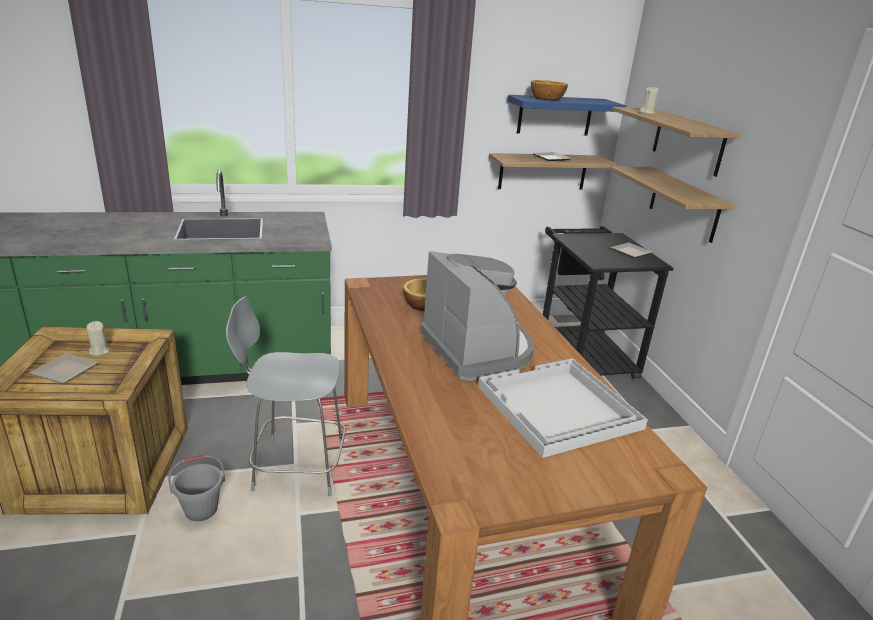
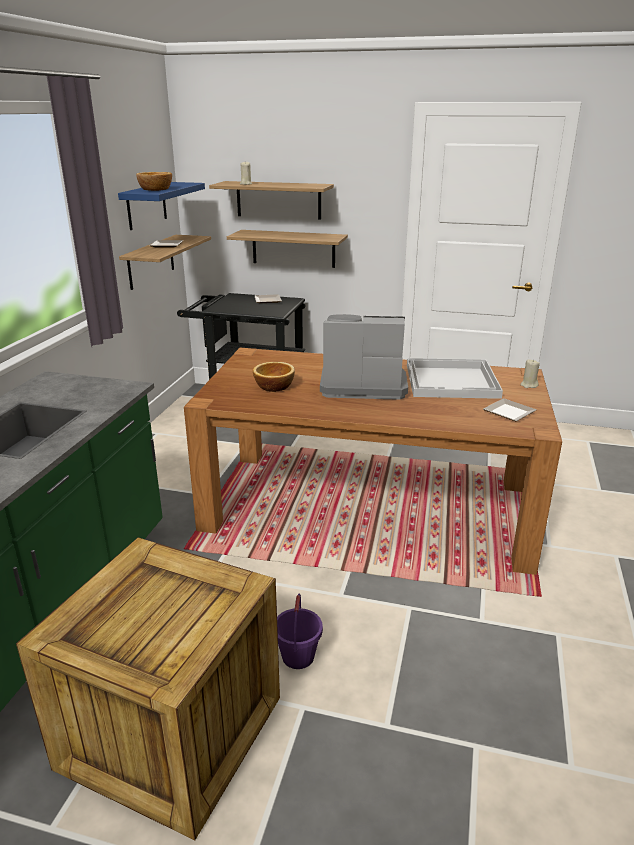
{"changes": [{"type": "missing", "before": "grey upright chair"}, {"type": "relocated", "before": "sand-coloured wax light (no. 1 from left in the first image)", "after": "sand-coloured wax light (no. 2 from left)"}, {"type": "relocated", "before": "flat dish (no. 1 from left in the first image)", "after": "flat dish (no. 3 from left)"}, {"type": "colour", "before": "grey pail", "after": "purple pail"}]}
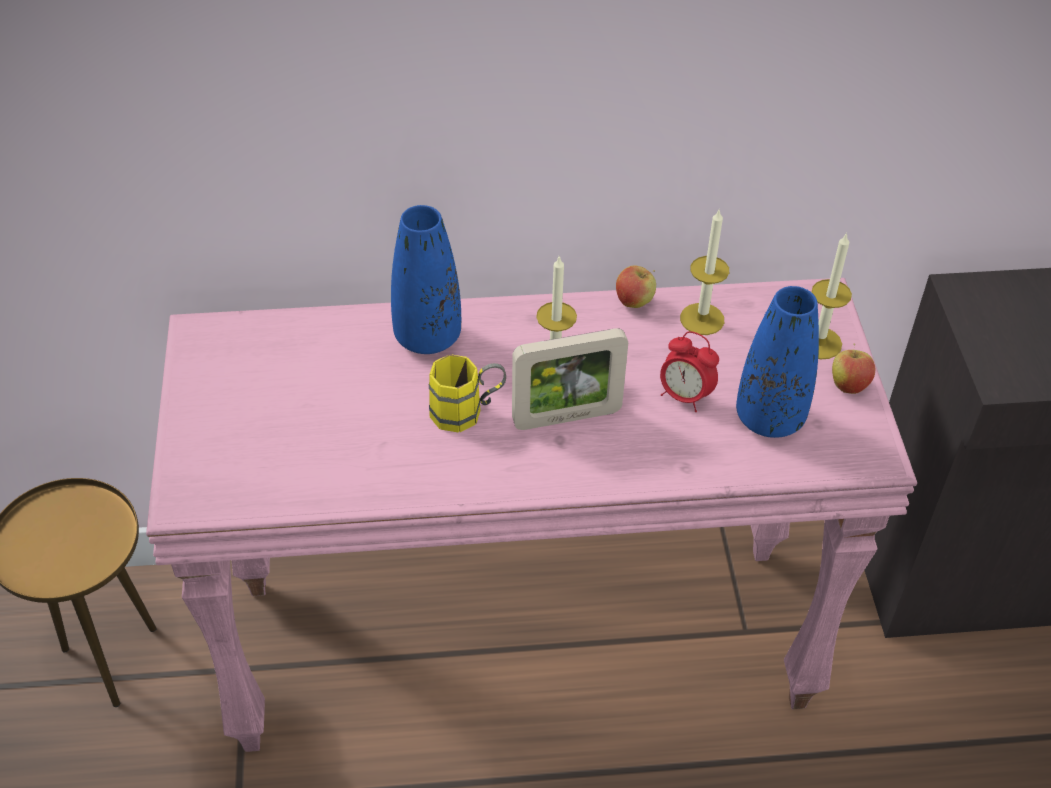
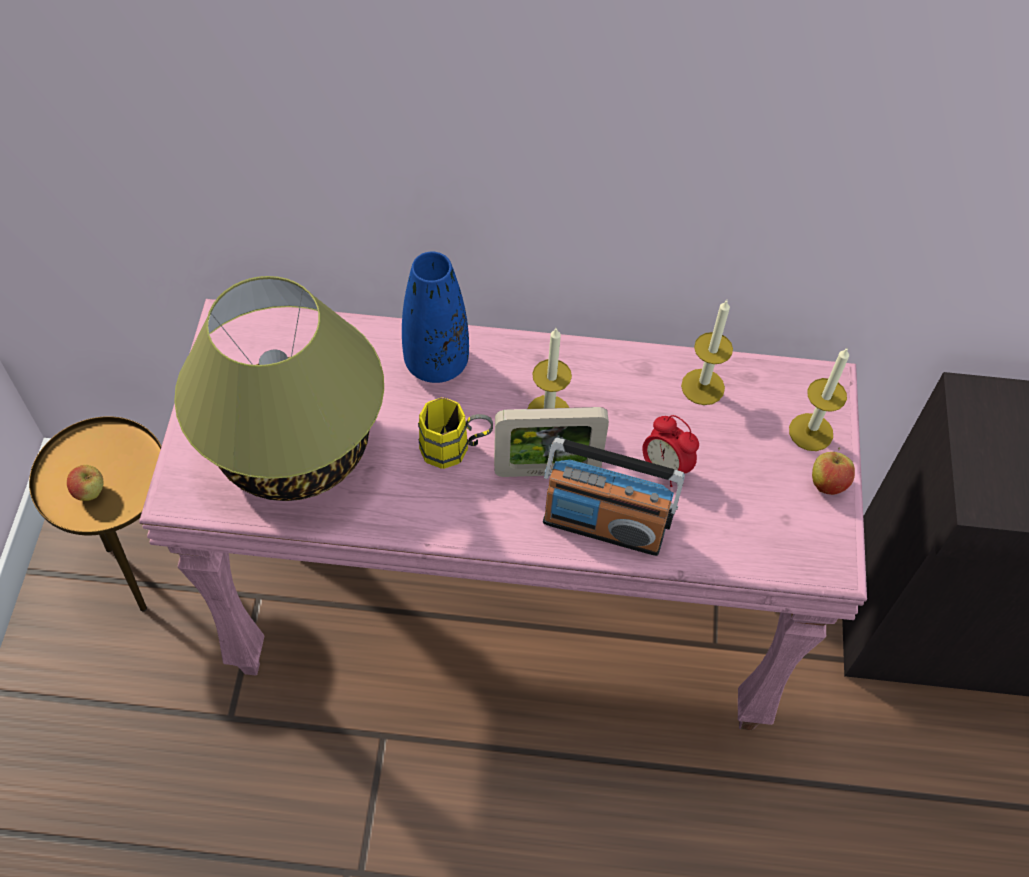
{"changes": [{"type": "relocated", "before": "apple (no. 1 from left)"}, {"type": "missing", "before": "blue-coloured decorative vase (no. 2 from left)"}, {"type": "appeared", "after": "table lamp"}, {"type": "appeared", "after": "radio set"}]}
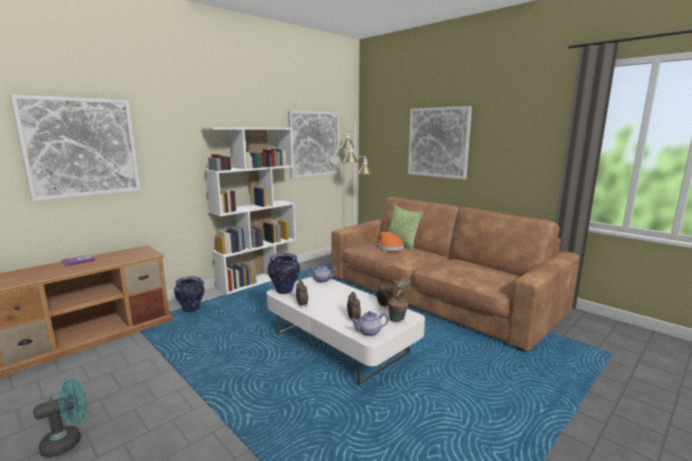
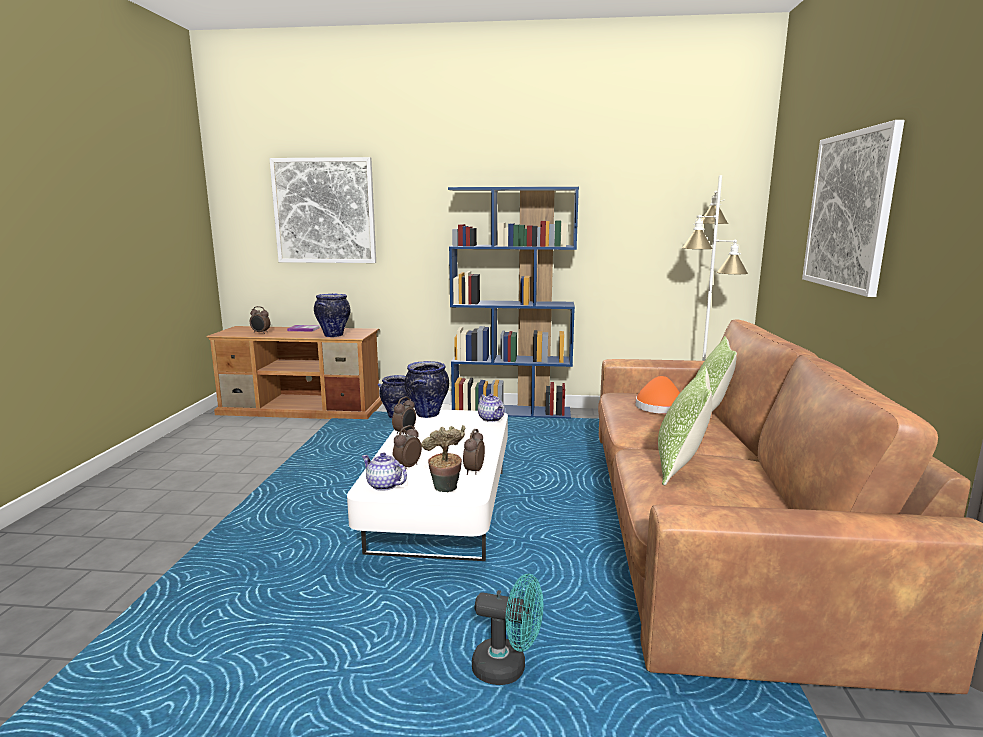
{"changes": [{"type": "missing", "before": "picture (no. 2 from left)"}, {"type": "colour", "before": "whitish bookshelf", "after": "blue-coloured bookshelf"}, {"type": "relocated", "before": "blue-green electric fan"}, {"type": "appeared", "after": "decorative vase (no. 1 from left)"}, {"type": "appeared", "after": "table clock (no. 1 from left)"}, {"type": "appeared", "after": "cushion (no. 1 from left)"}]}
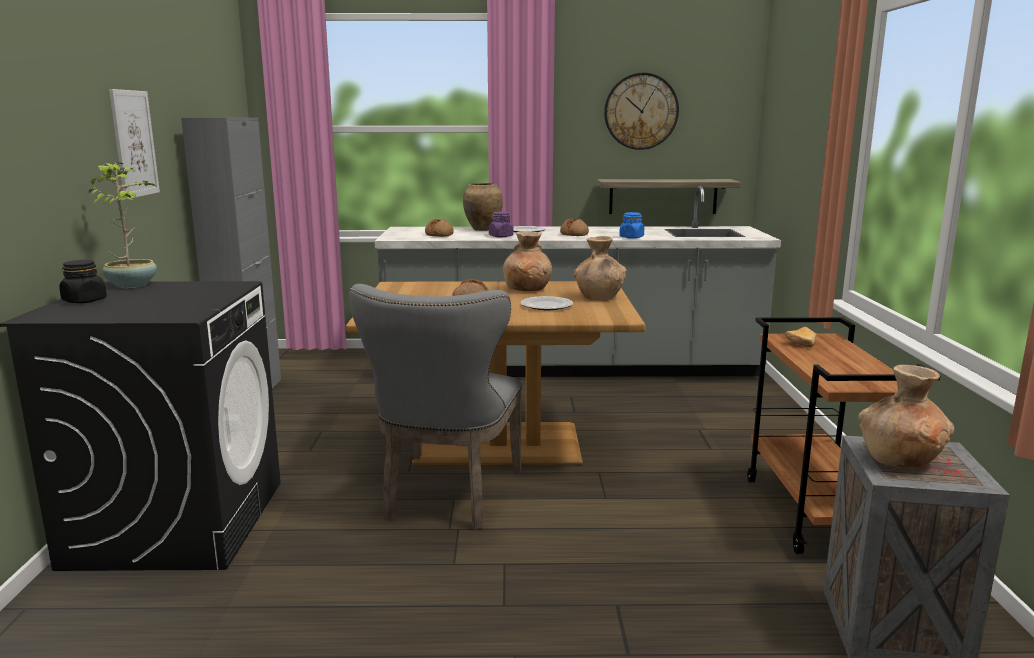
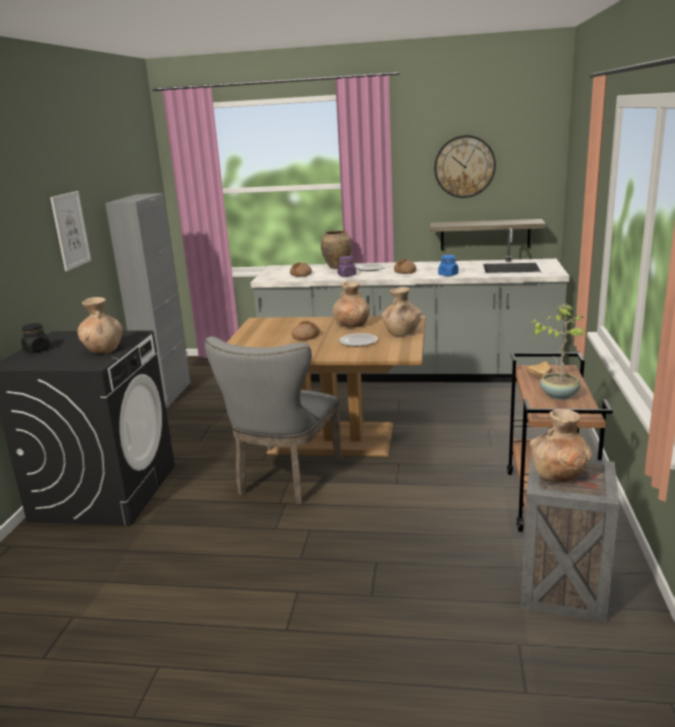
{"changes": [{"type": "relocated", "before": "potted plant"}, {"type": "appeared", "after": "brownish decorative vase (no. 1 from left)"}]}
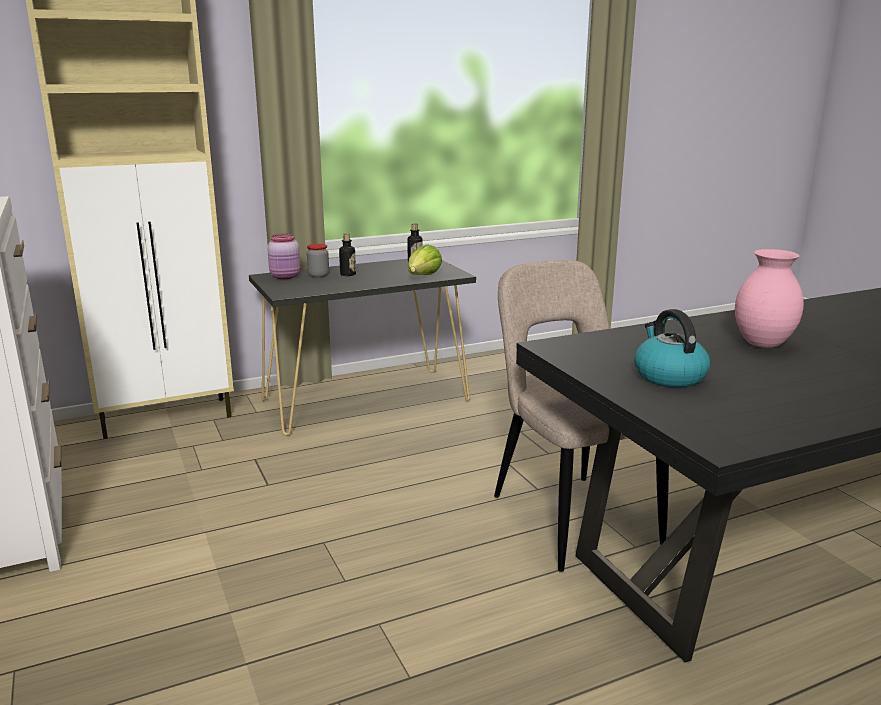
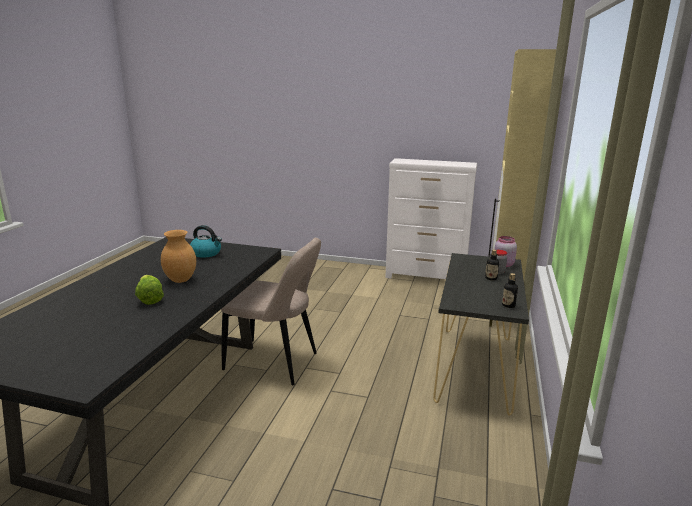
{"changes": [{"type": "relocated", "before": "lettuce"}, {"type": "colour", "before": "pink decorative vase", "after": "brownish decorative vase"}]}
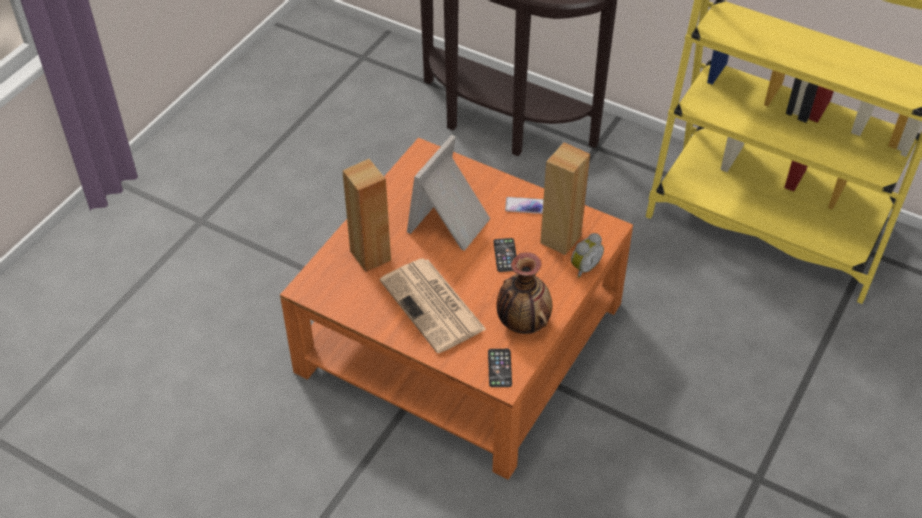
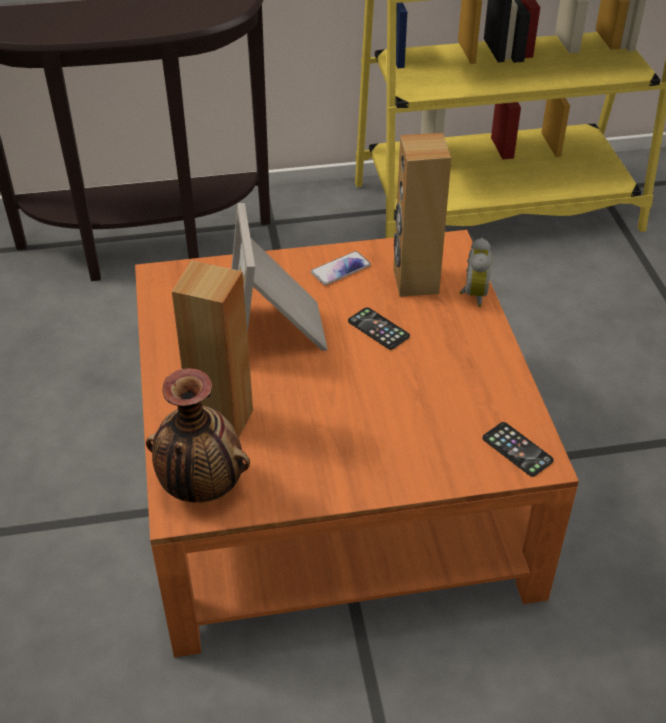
{"changes": [{"type": "relocated", "before": "decorative vase"}, {"type": "missing", "before": "printed paper"}]}
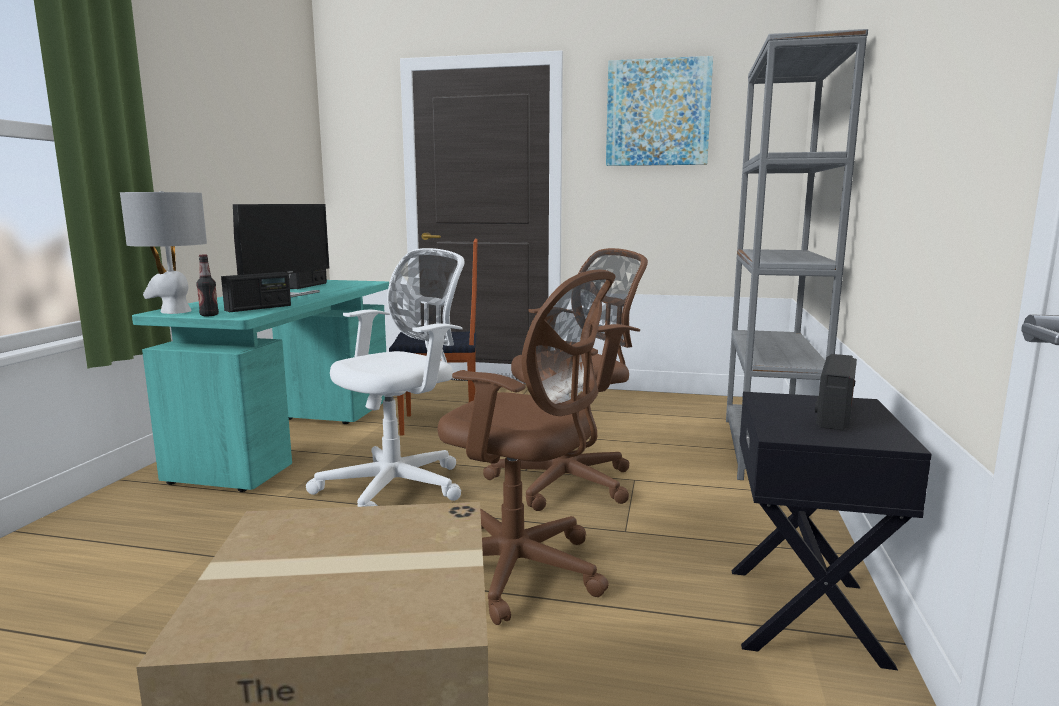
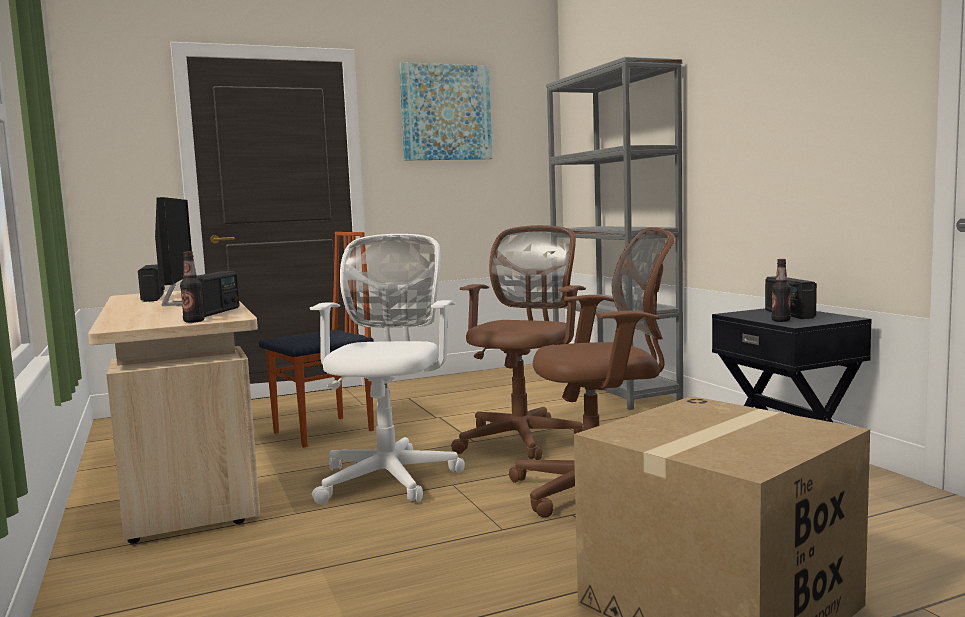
{"changes": [{"type": "missing", "before": "grey table lamp"}, {"type": "colour", "before": "blue-green desk", "after": "sand-coloured desk"}, {"type": "appeared", "after": "beverage bottle (no. 2 from left)"}]}
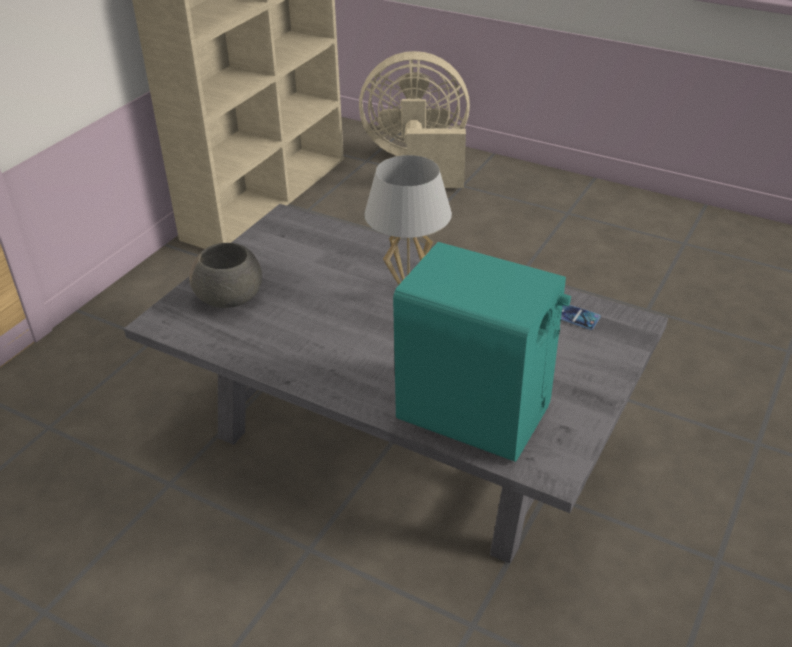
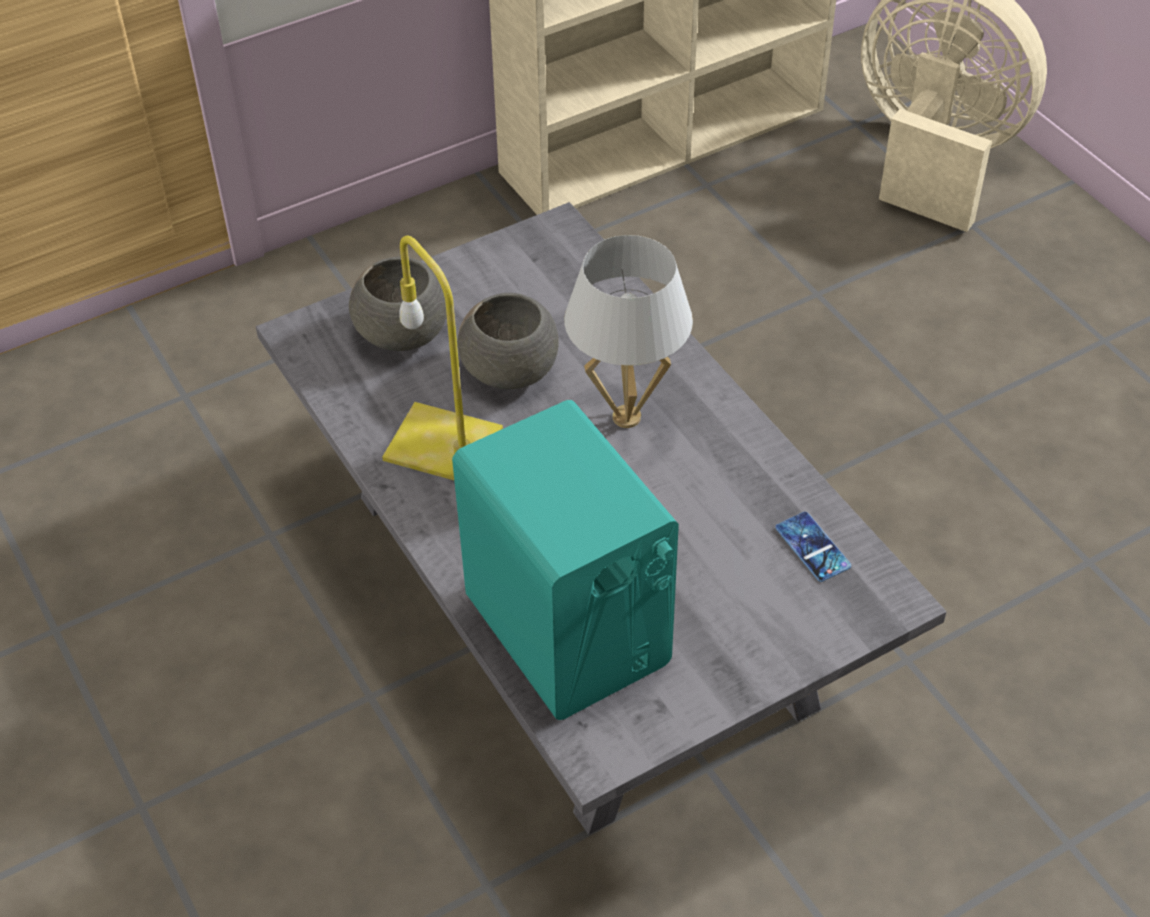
{"changes": [{"type": "appeared", "after": "yellowish table lamp"}, {"type": "appeared", "after": "grey serving bowl (no. 2 from left)"}]}
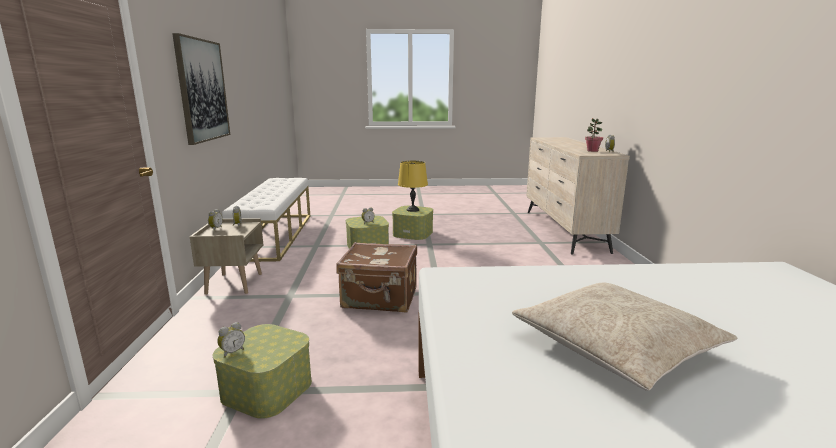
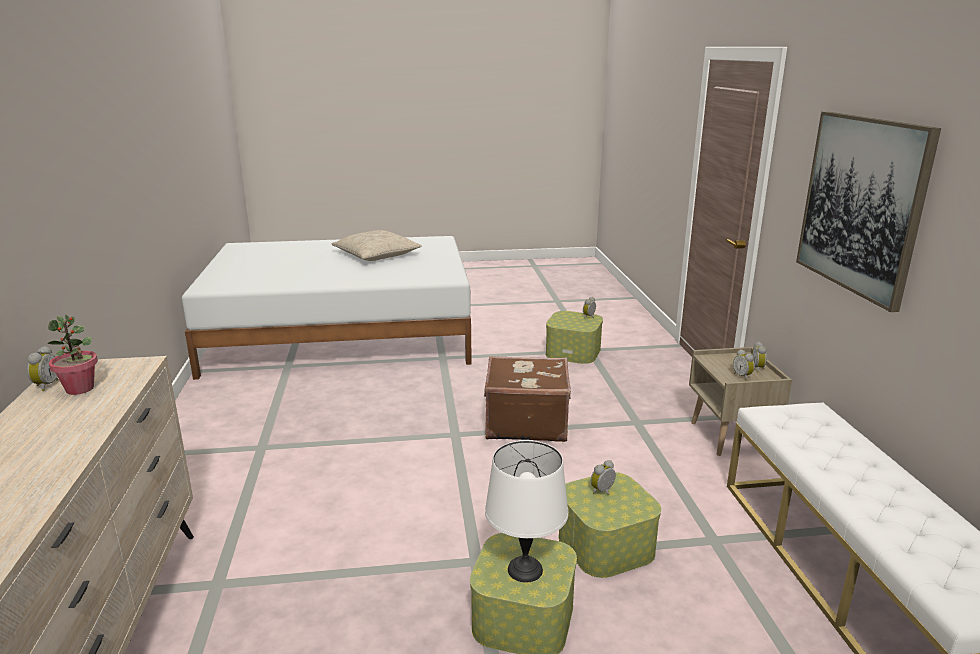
{"changes": [{"type": "colour", "before": "yellowish table lamp", "after": "whitish table lamp"}]}
